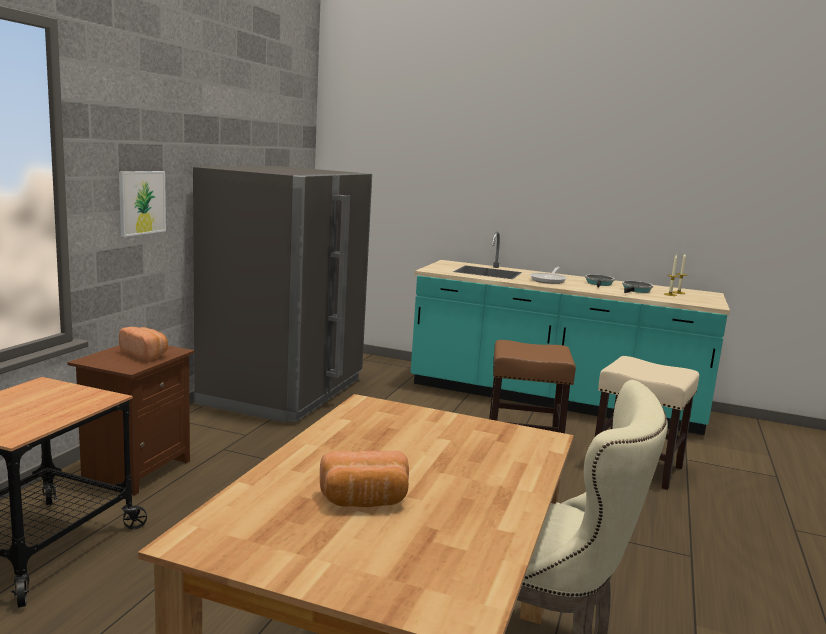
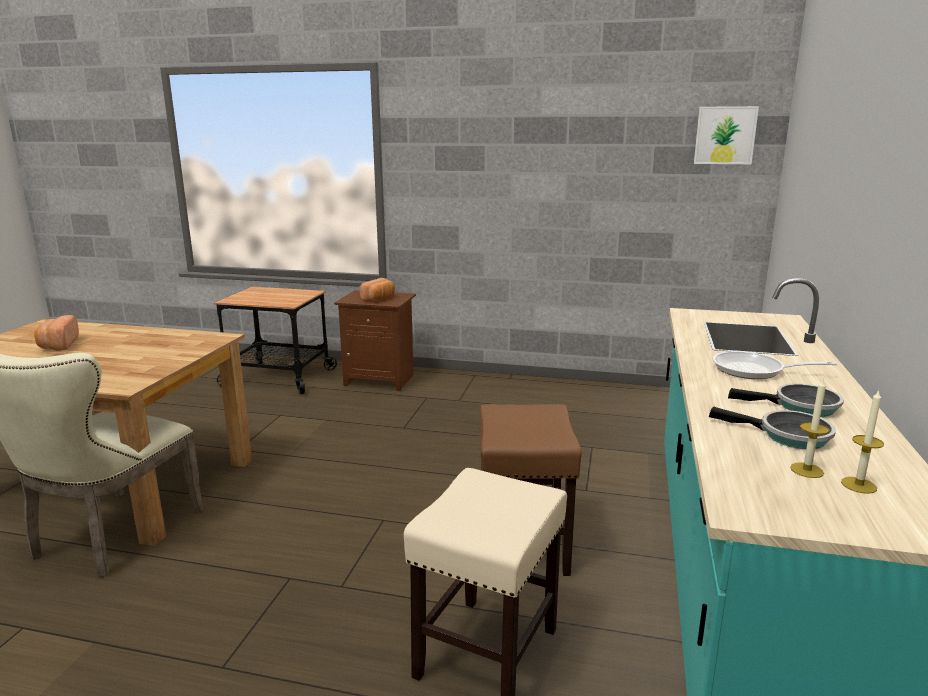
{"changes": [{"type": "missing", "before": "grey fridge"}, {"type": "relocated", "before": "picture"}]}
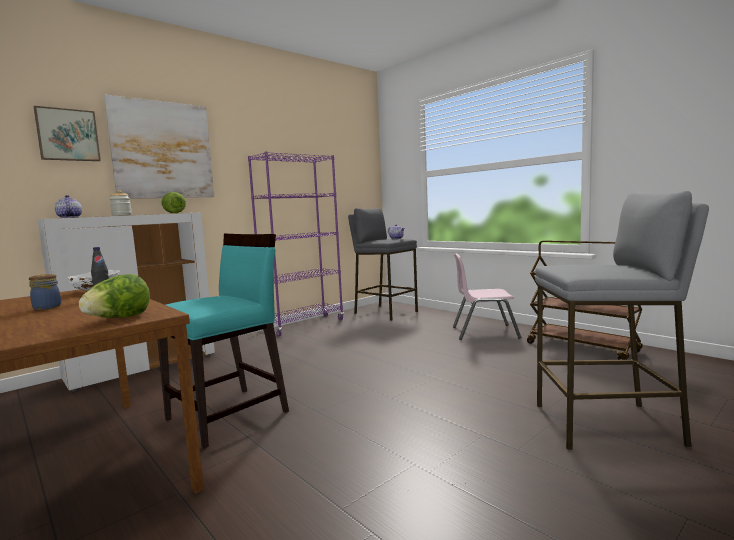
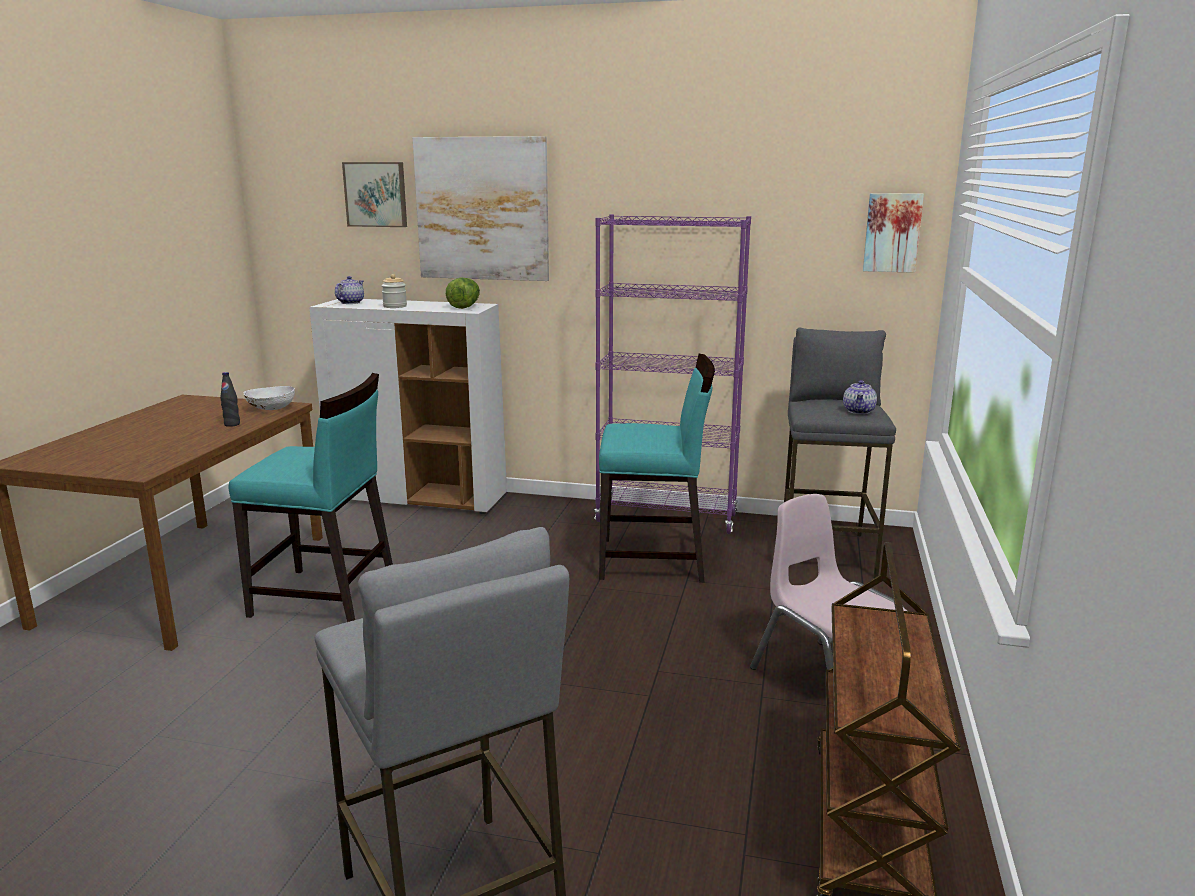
{"changes": [{"type": "missing", "before": "jar (no. 1 from left)"}, {"type": "missing", "before": "lettuce (no. 1 from left)"}, {"type": "appeared", "after": "picture (no. 3 from left)"}, {"type": "appeared", "after": "blue-green upright chair (no. 2 from left)"}]}
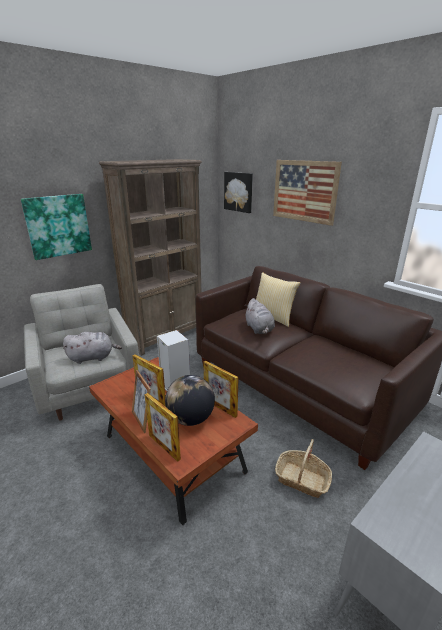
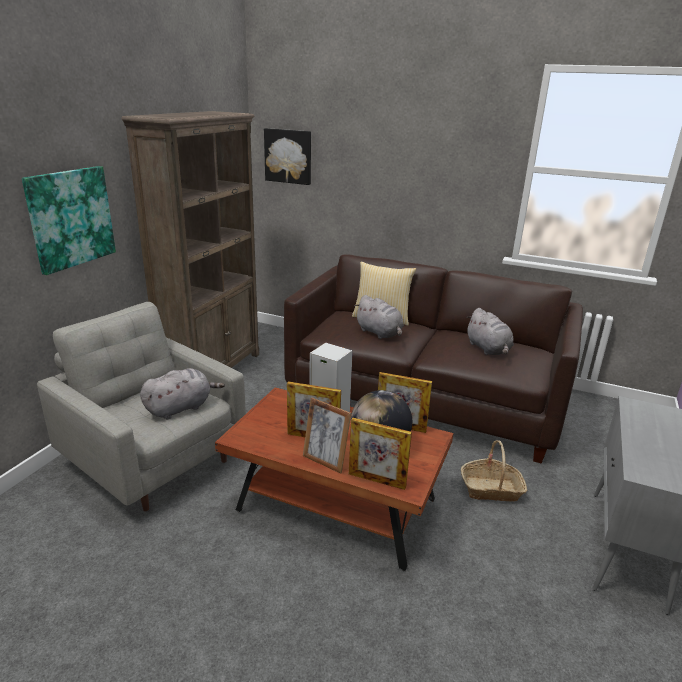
{"changes": [{"type": "missing", "before": "picture (no. 3 from left)"}, {"type": "appeared", "after": "grey plush toy (no. 3 from left)"}]}
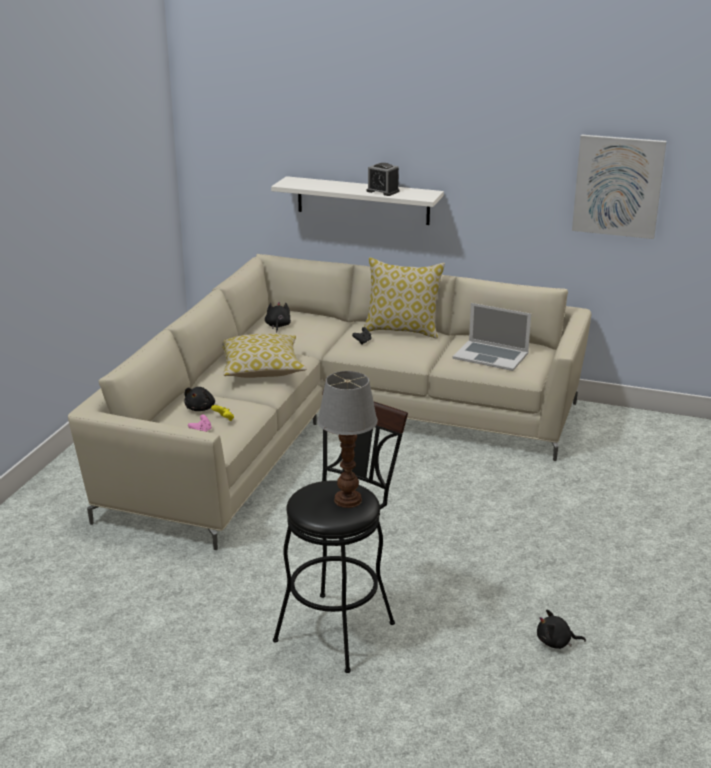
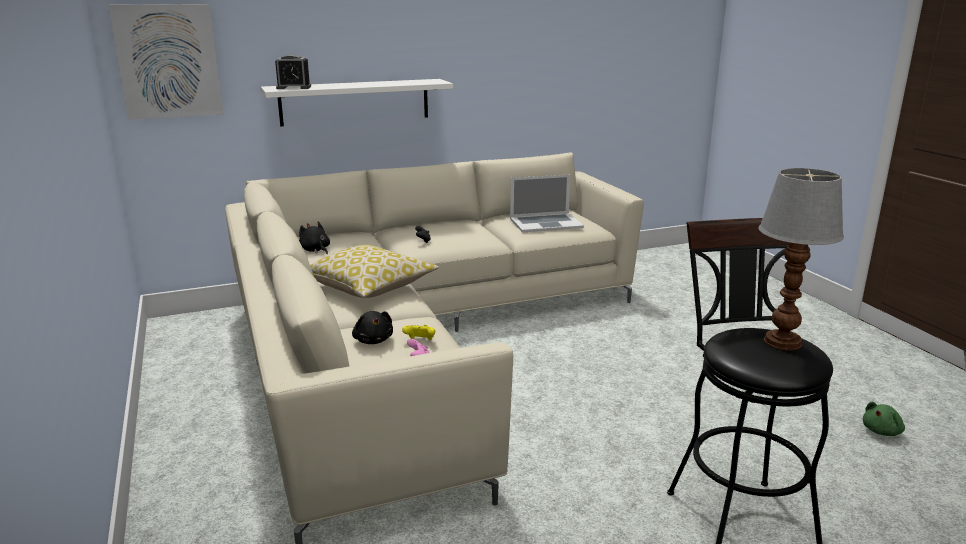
{"changes": [{"type": "relocated", "before": "picture"}, {"type": "relocated", "before": "table clock"}, {"type": "missing", "before": "cushion (no. 2 from left)"}, {"type": "colour", "before": "blackish plush toy (no. 3 from left)", "after": "green plush toy"}]}
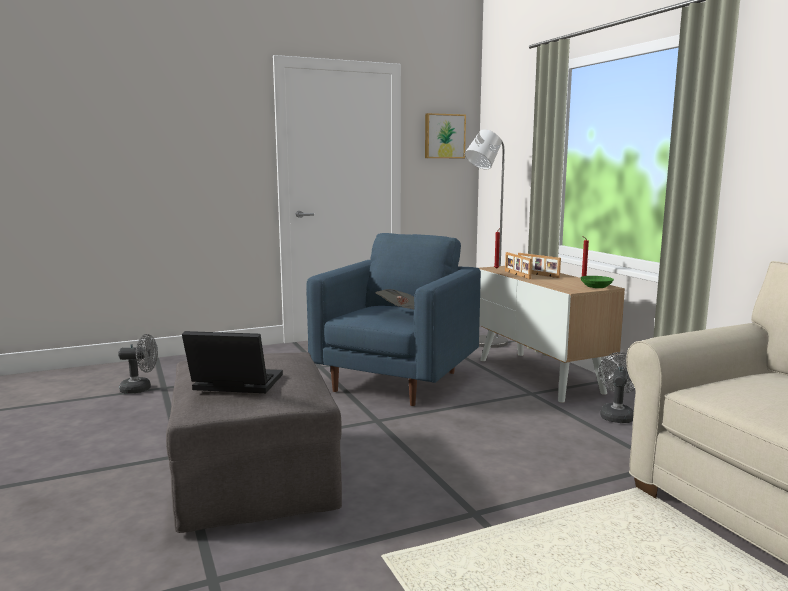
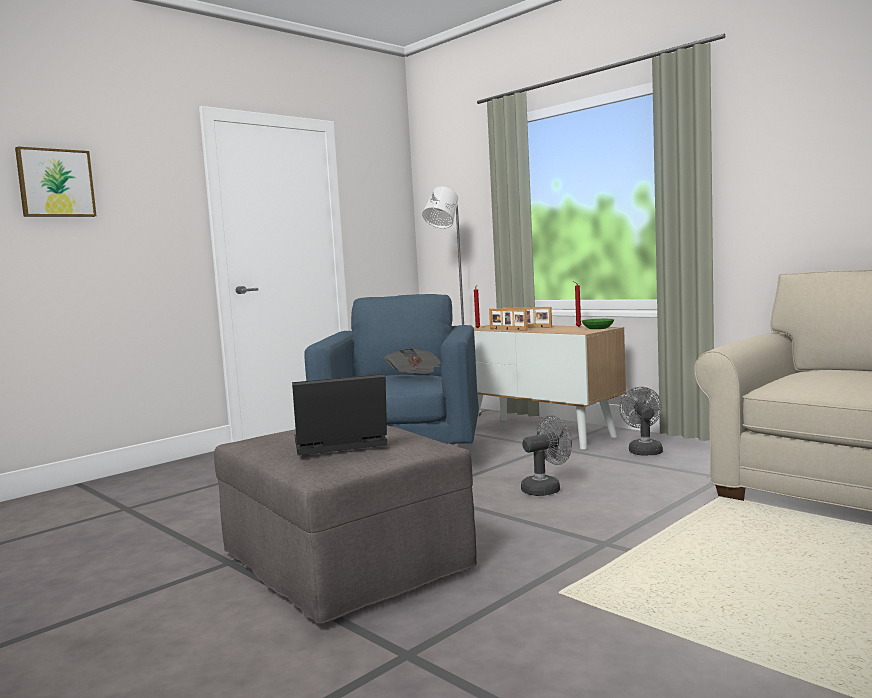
{"changes": [{"type": "relocated", "before": "picture"}, {"type": "relocated", "before": "grey electric fan (no. 1 from left)"}]}
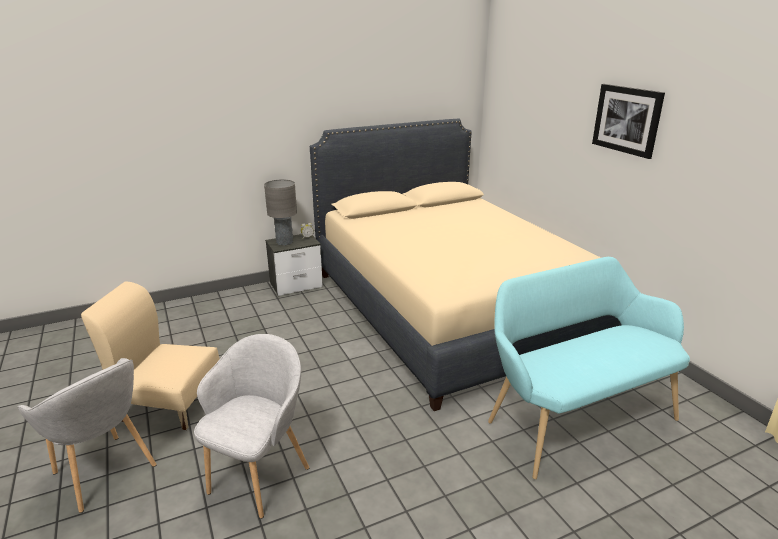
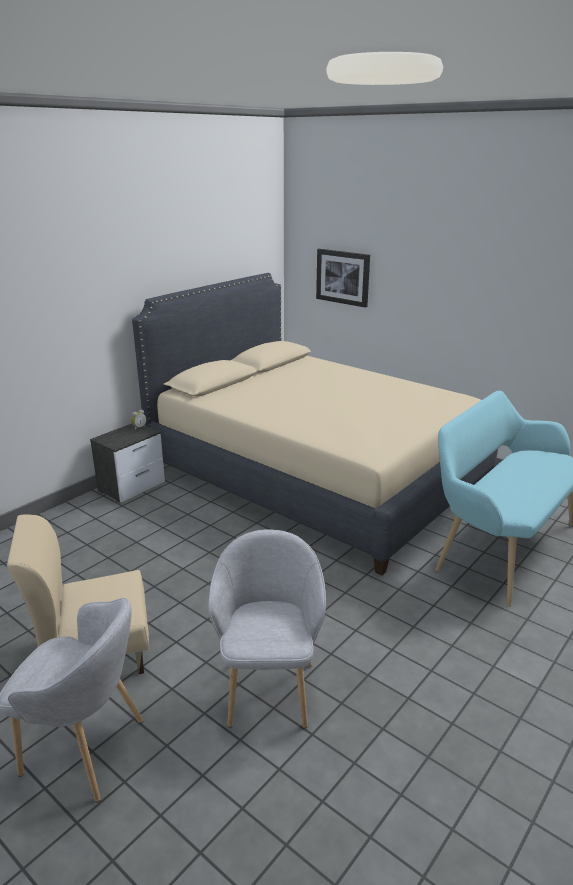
{"changes": [{"type": "relocated", "before": "picture"}, {"type": "missing", "before": "grey table lamp"}]}
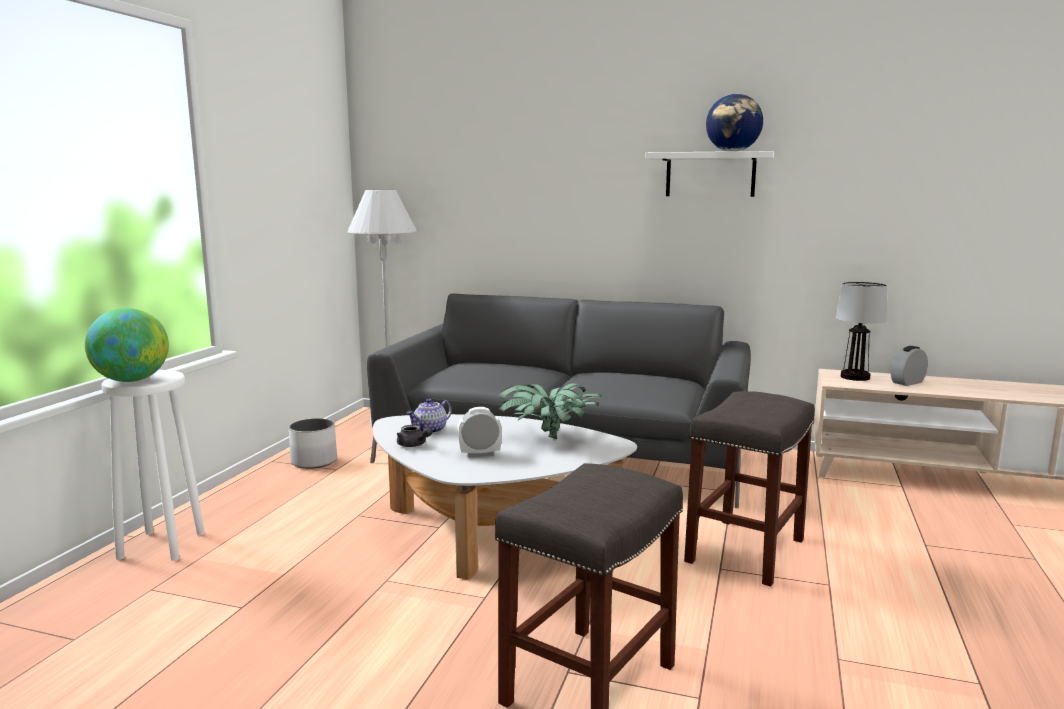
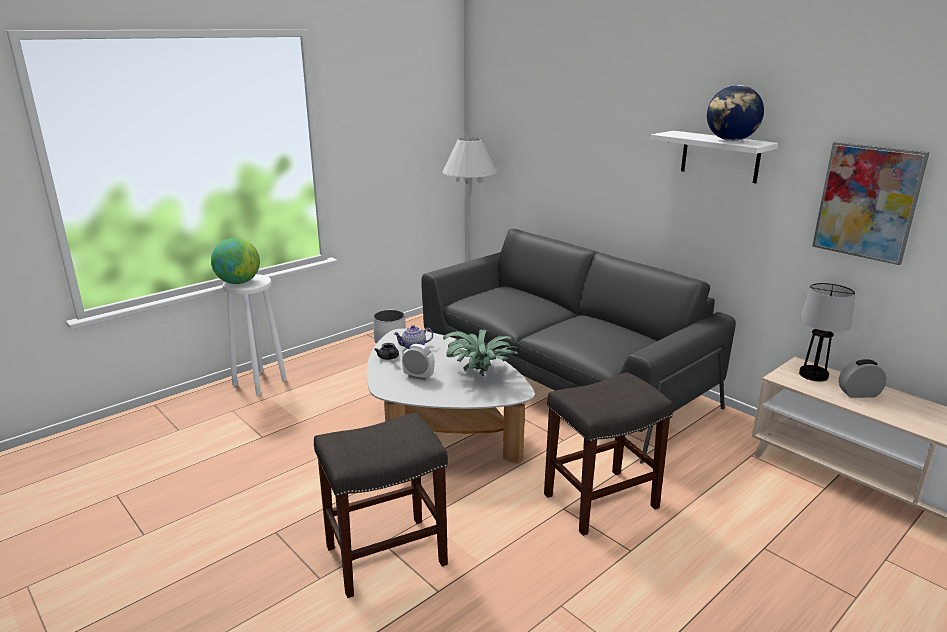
{"changes": [{"type": "appeared", "after": "picture"}]}
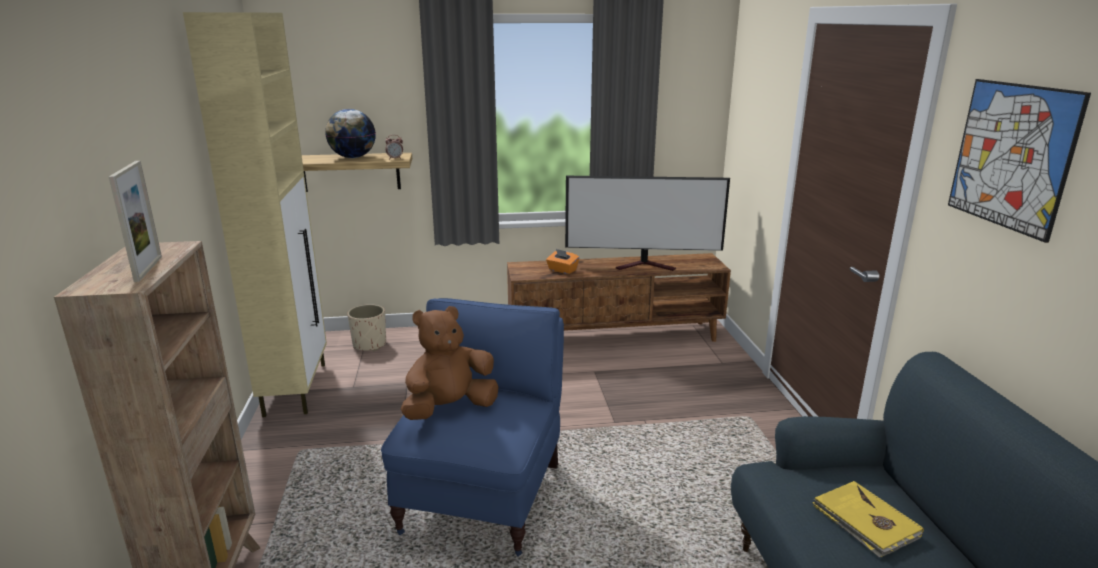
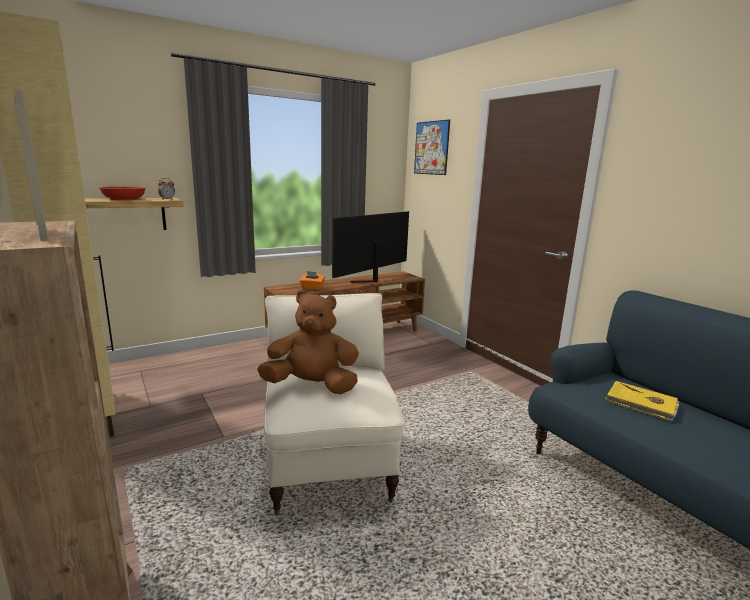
{"changes": [{"type": "relocated", "before": "picture"}, {"type": "exchanged", "before": "desk globe", "after": "reddish serving bowl"}, {"type": "spun", "before": "television", "turn": 150}, {"type": "colour", "before": "blue-coloured easy chair", "after": "sand-coloured easy chair"}, {"type": "missing", "before": "sand-coloured planter"}, {"type": "spun", "before": "brownish plush toy", "turn": 60}]}
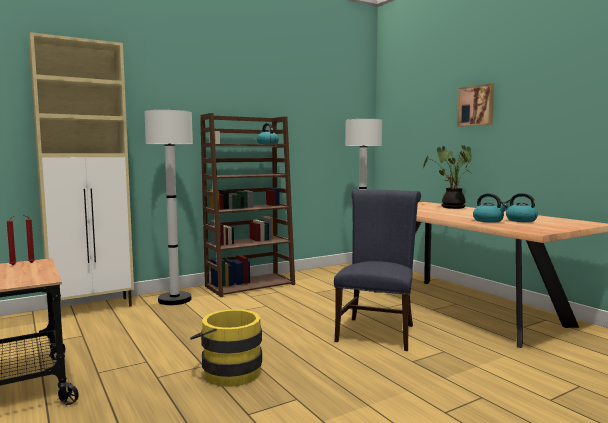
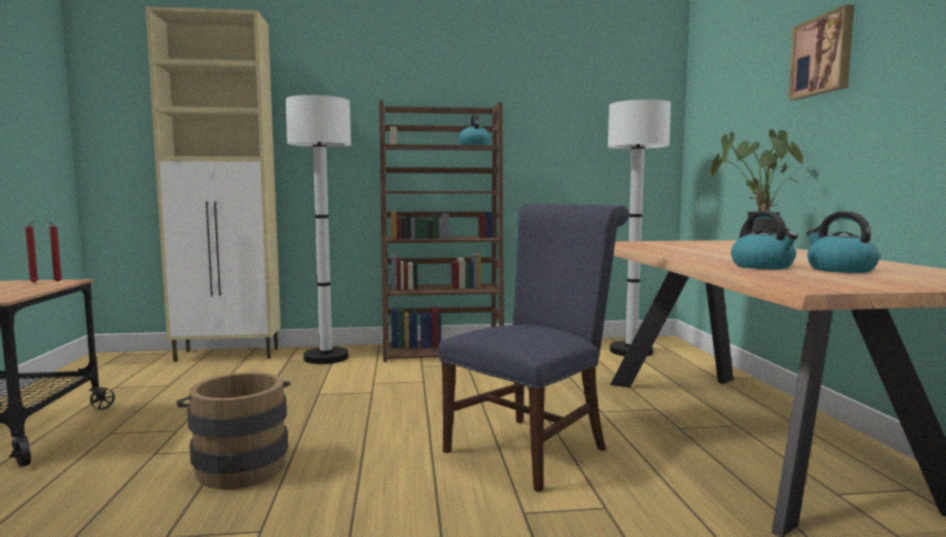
{"changes": [{"type": "colour", "before": "yellowish pail", "after": "brownish pail"}]}
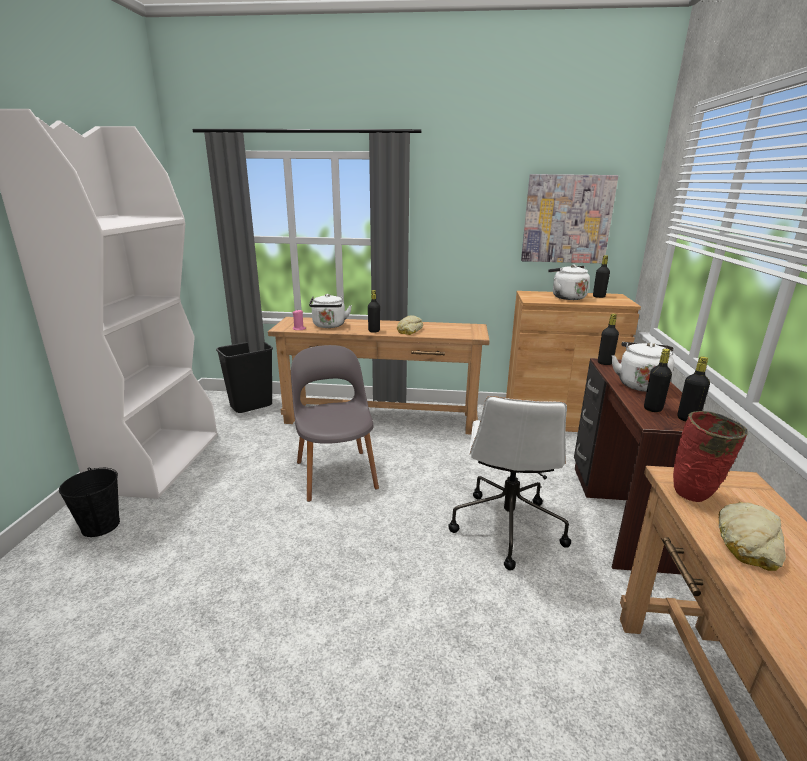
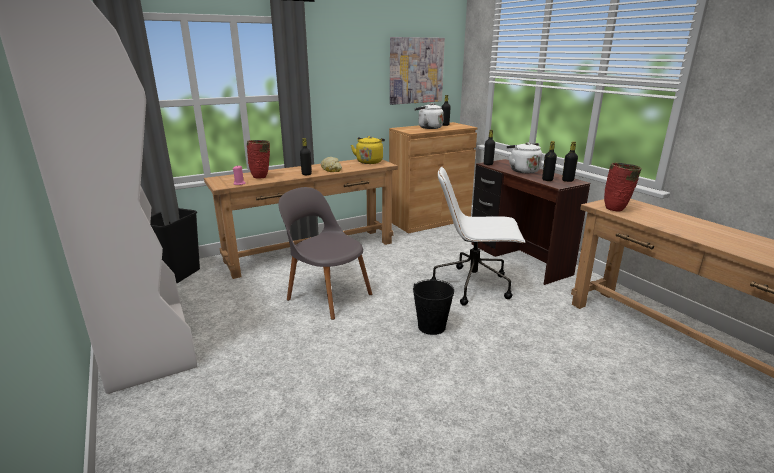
{"changes": [{"type": "exchanged", "before": "whitish water kettle (no. 1 from left)", "after": "reddish decorative vase (no. 1 from left)"}, {"type": "spun", "before": "whitish computer chair", "turn": 120}, {"type": "relocated", "before": "blackish pail"}, {"type": "missing", "before": "bread (no. 2 from left)"}, {"type": "appeared", "after": "yellowish water kettle"}]}
